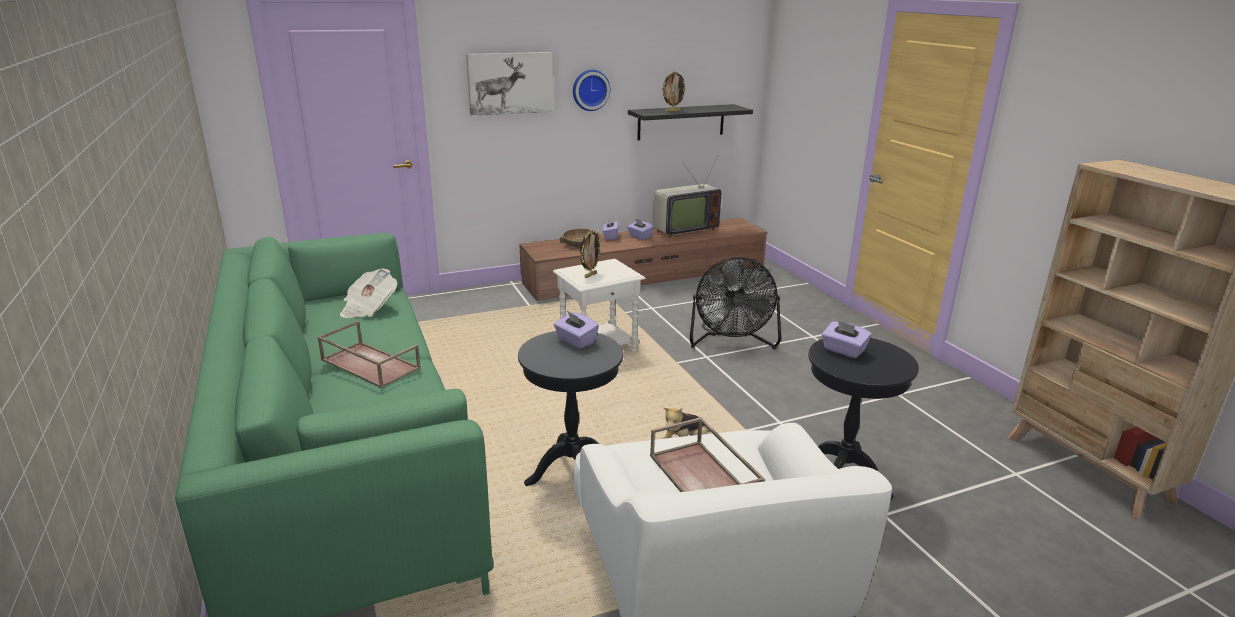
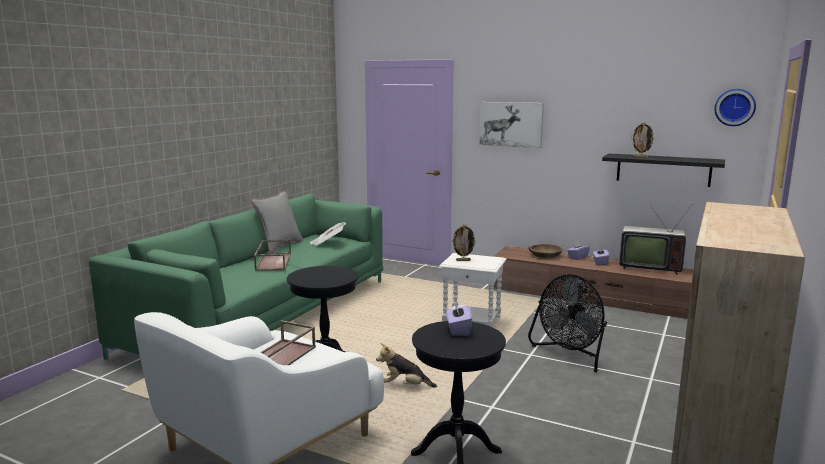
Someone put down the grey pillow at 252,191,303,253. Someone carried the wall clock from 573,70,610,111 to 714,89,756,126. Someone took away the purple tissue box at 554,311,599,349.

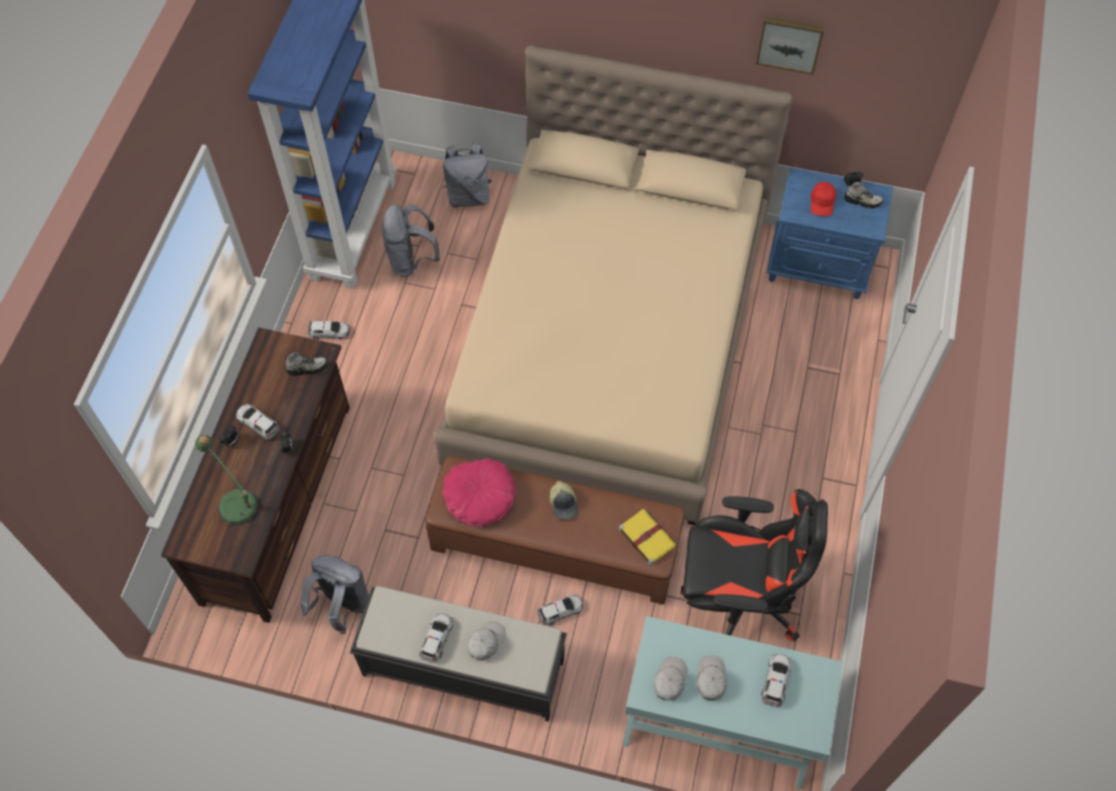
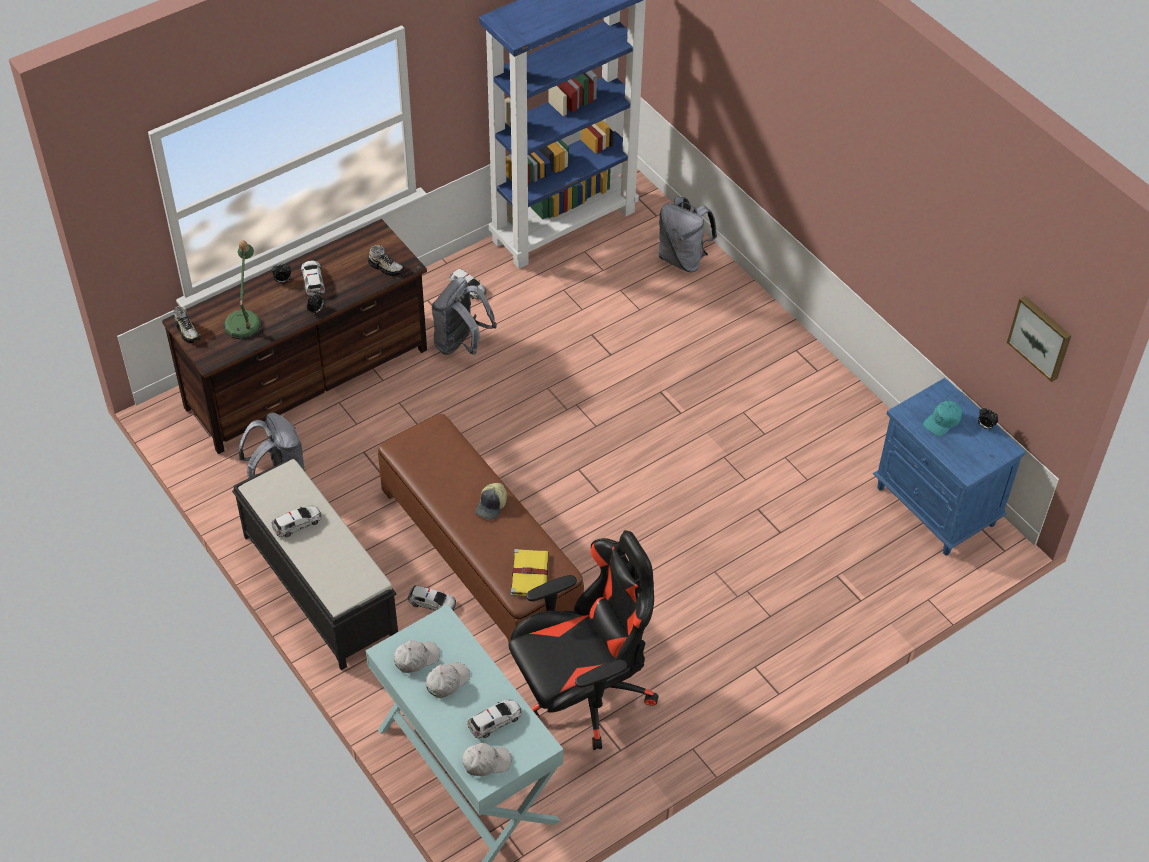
Someone carried the shoe from 844,182,884,208 to 174,306,200,343. Someone carried the grey backpack from 382,204,440,277 to 432,277,497,355. Someone carried the white cap from 468,621,506,661 to 462,743,511,776. Someone rotated the black office chair at 681,489,828,642 by 75 degrees counterclockwise. Someone repainted the red cap at 811,182,836,217, which became the turquoise cap at 923,401,962,436. Someone carried the picture from 756,16,825,75 to 1007,296,1072,382. Someone took away the beige bed at 434,45,792,525. Someone took away the pink pillow at 442,458,516,527.

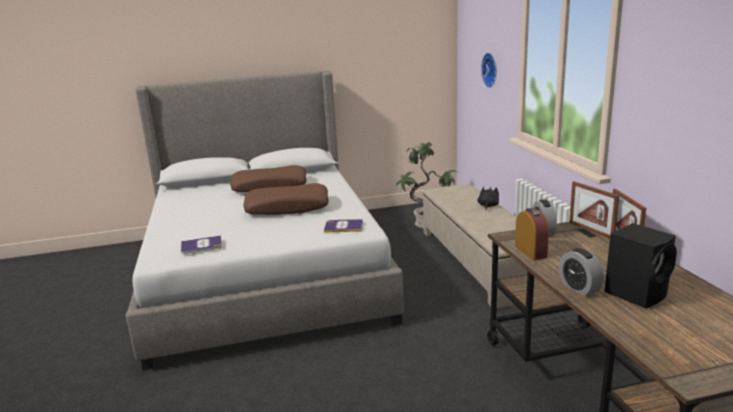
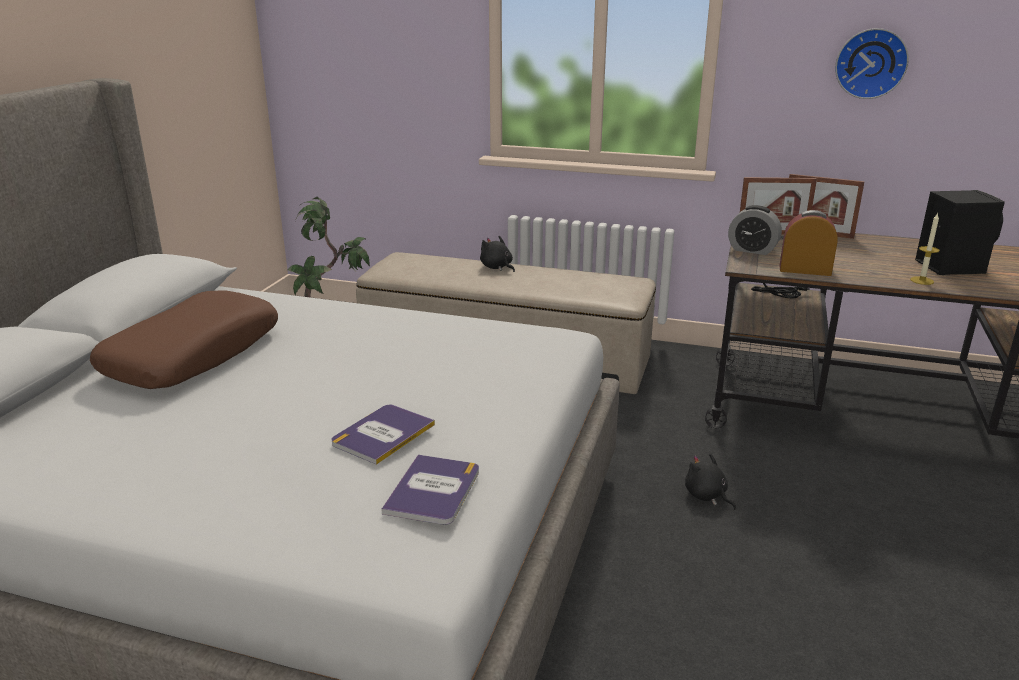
Someone carried the book from 324,219,363,233 to 331,405,435,465. Someone put down the black plush toy at 685,453,736,510. Someone carried the wall clock from 481,53,497,88 to 835,28,909,99. Someone swapped the alarm clock at 559,248,604,296 for the candle at 910,213,940,285. Someone took away the brown pillow at 243,183,329,215.

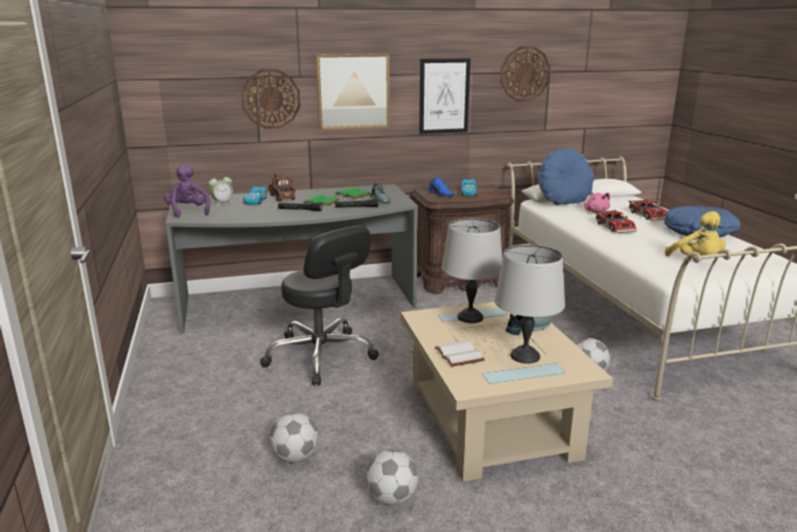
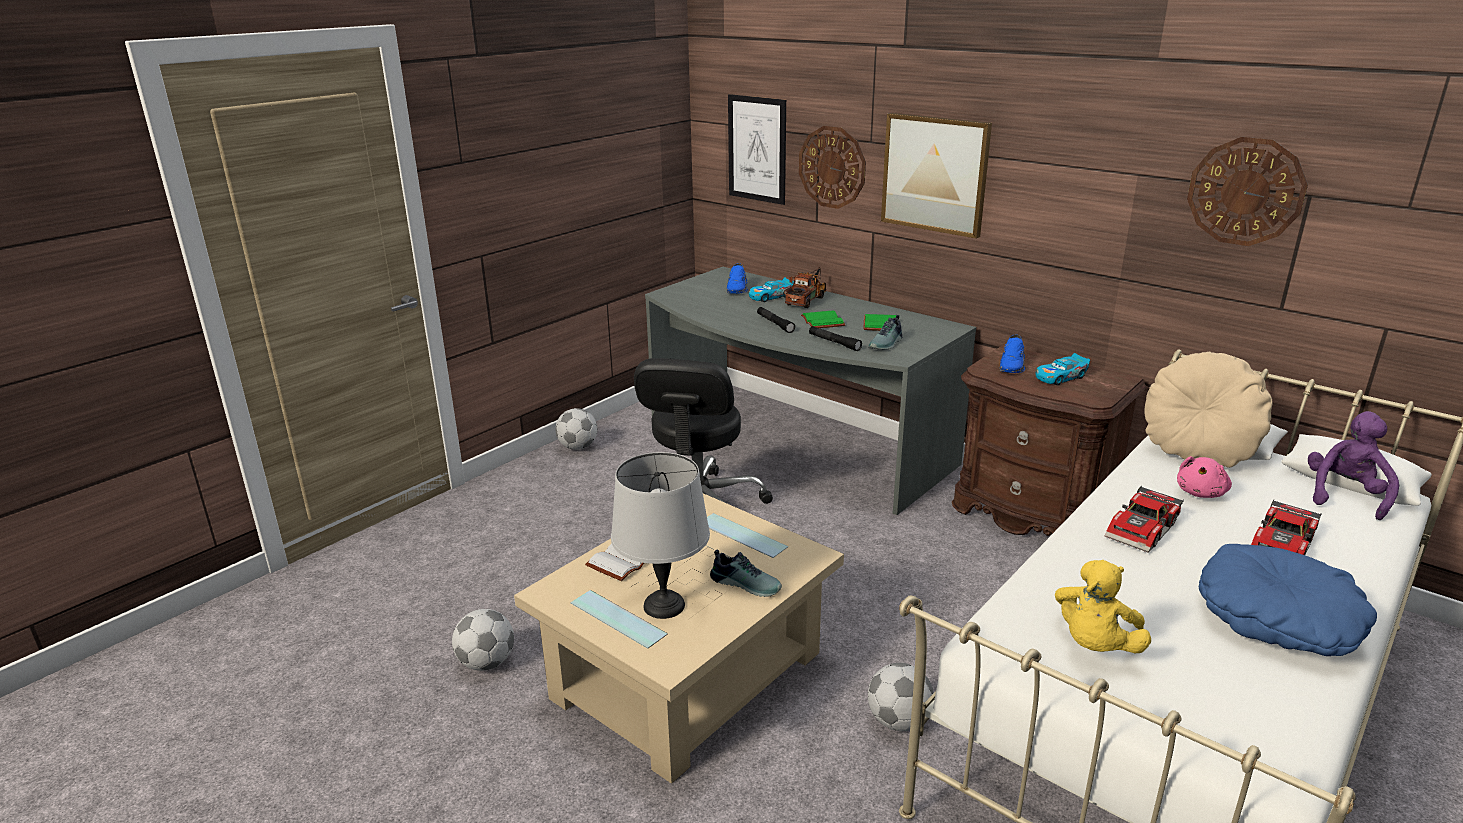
Someone carried the football from 270,413,318,462 to 555,408,597,450. Someone swapped the alarm clock at 208,174,233,206 for the blue shoe at 727,263,748,294. Someone carried the picture from 419,58,471,134 to 728,94,786,205. Someone repainted the blue pillow at 538,148,595,205, which became the beige pillow at 1144,352,1272,468. Someone carried the purple plush toy from 164,164,210,218 to 1308,411,1399,520. Someone took away the grey table lamp at 442,218,503,323.

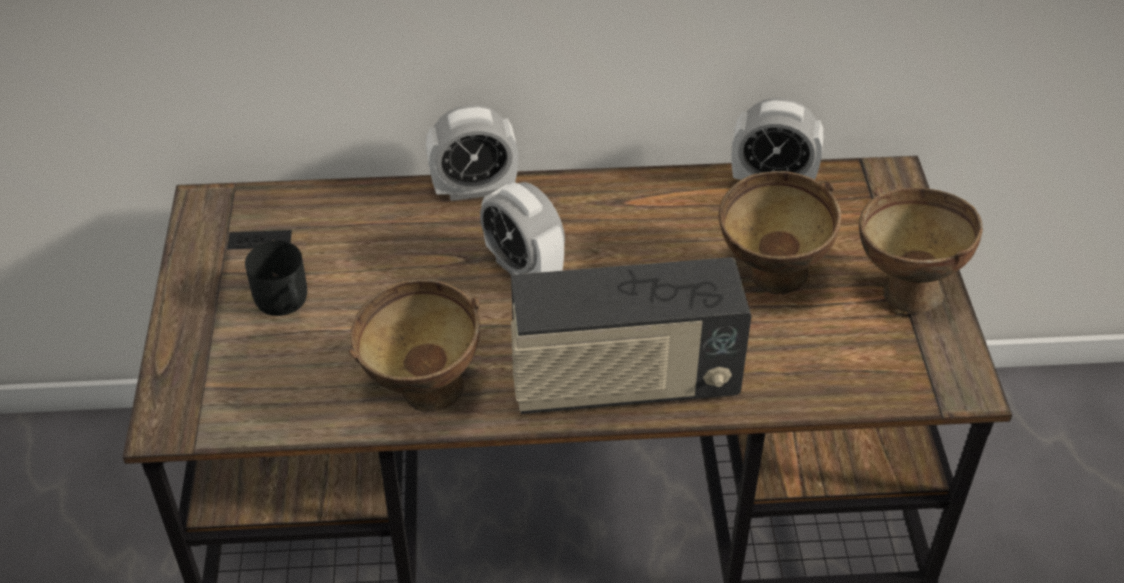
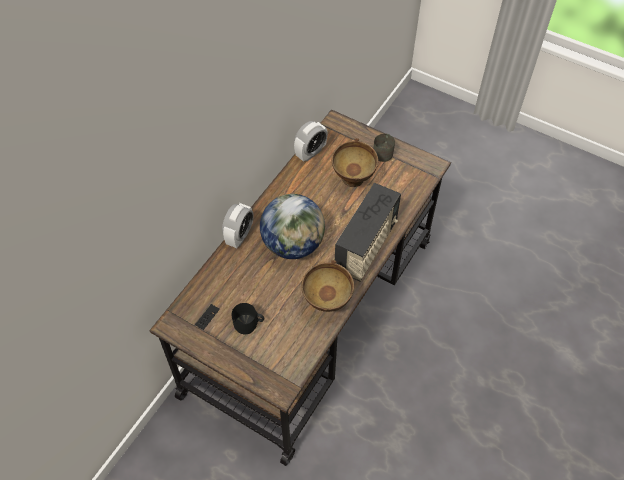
Someone swapped the alarm clock at 480,182,565,275 for the globe at 260,194,325,259. Someone swapped the brown bowl at 859,187,983,314 for the grey mug at 373,134,395,162.

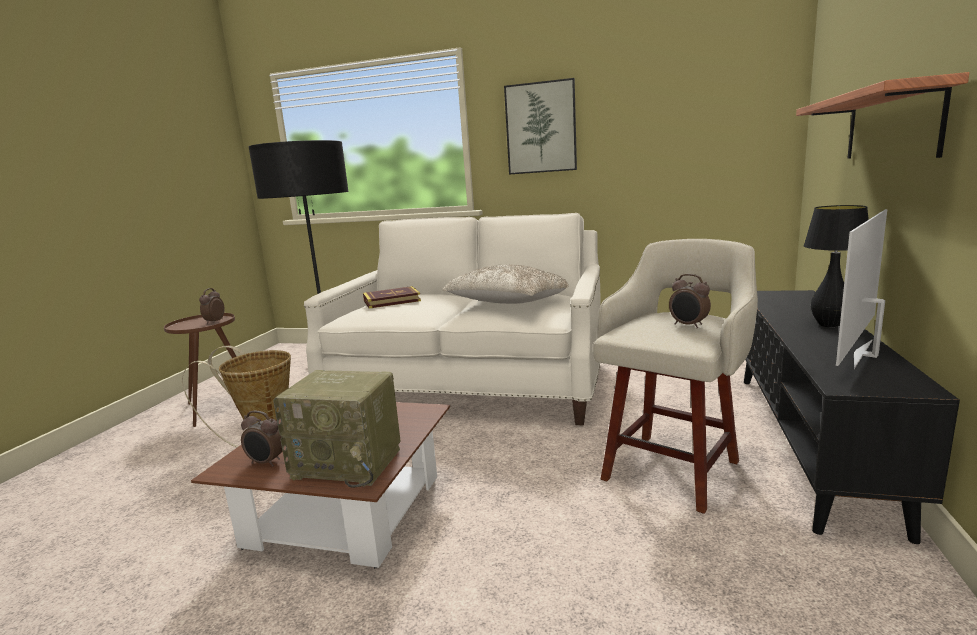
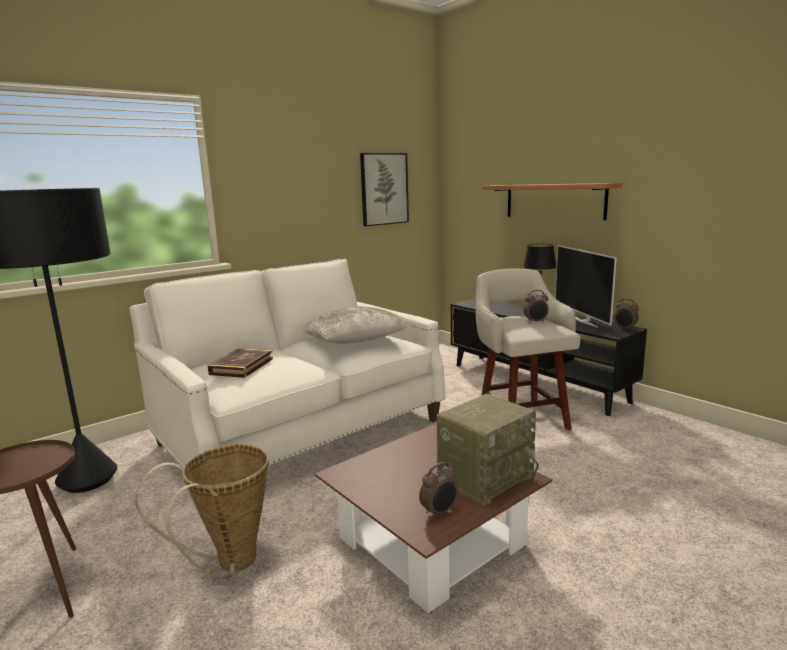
Someone carried the picture from 504,78,577,175 to 360,153,409,226. Someone carried the alarm clock from 199,288,225,324 to 614,299,639,331.

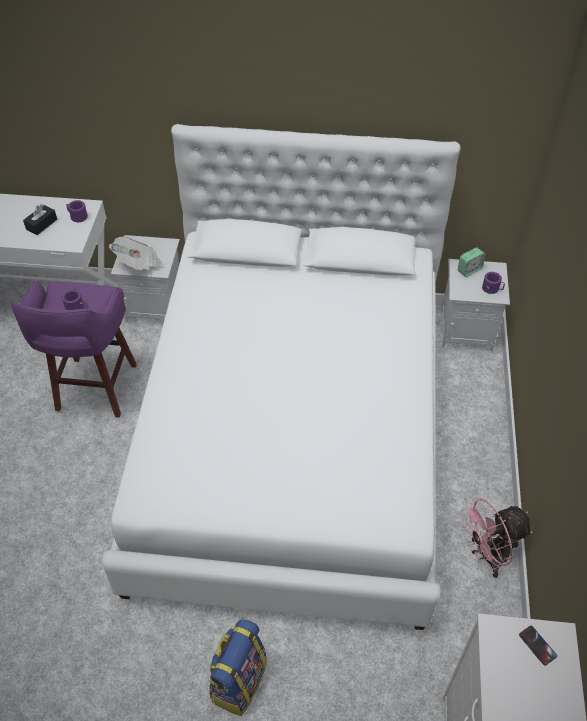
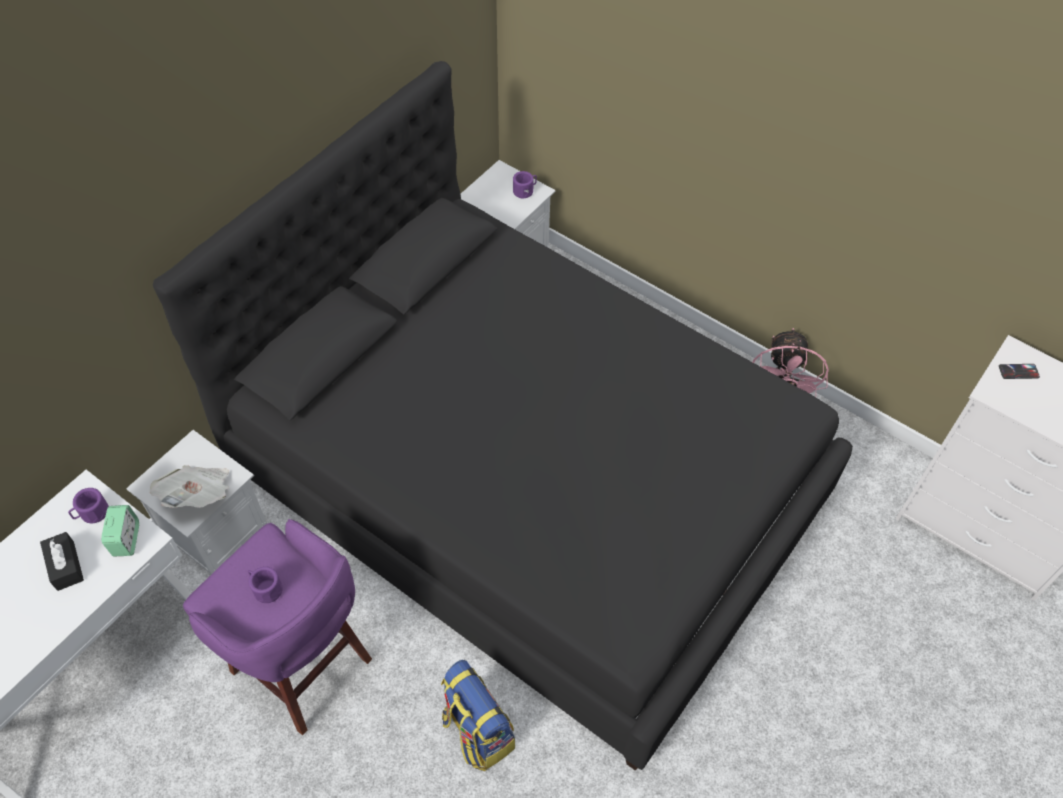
Someone carried the alarm clock from 458,247,485,277 to 101,505,139,557. Someone repainted the white bed at 102,124,461,630, which became the black bed at 153,61,853,771. Someone carried the backpack from 208,619,267,716 to 441,660,515,771.

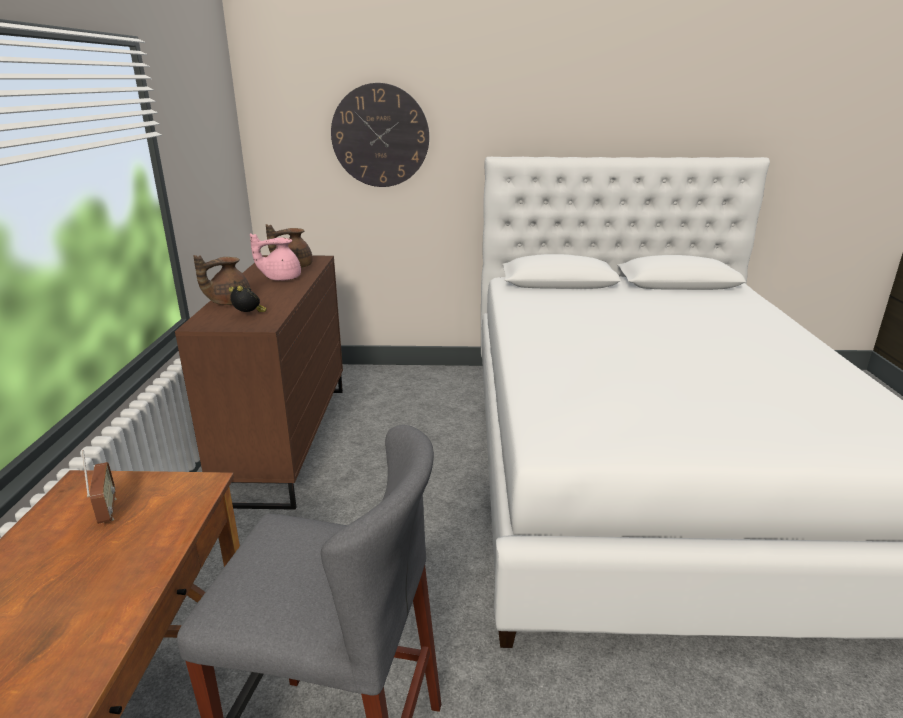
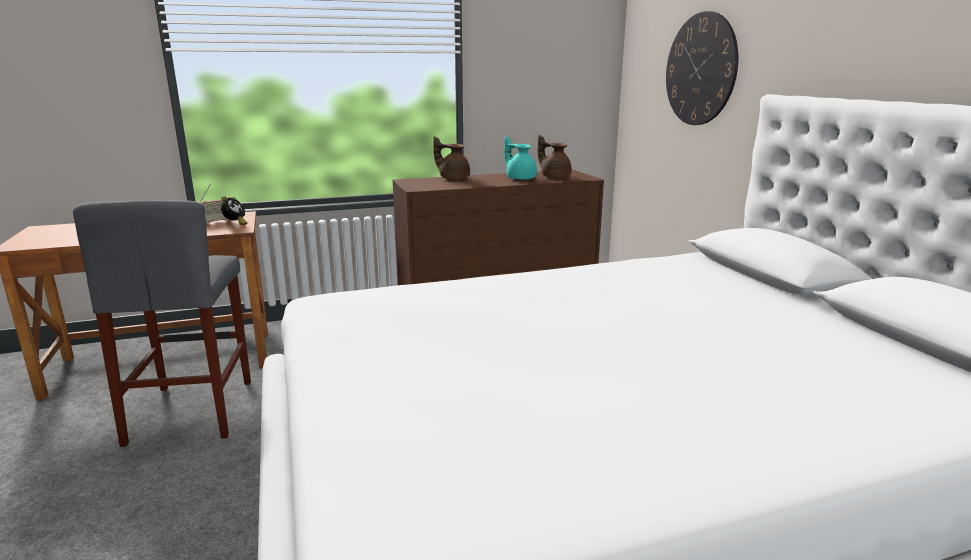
Someone carried the alarm clock from 229,286,267,312 to 221,196,247,225. Someone repainted the pink teapot at 250,233,301,281, which became the turquoise teapot at 504,136,537,180.

